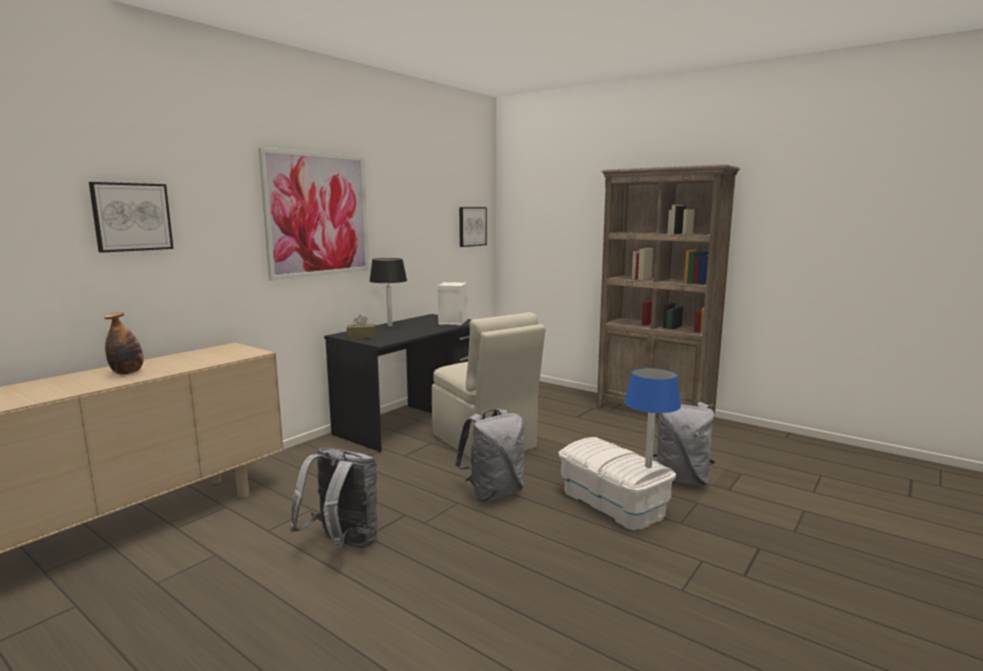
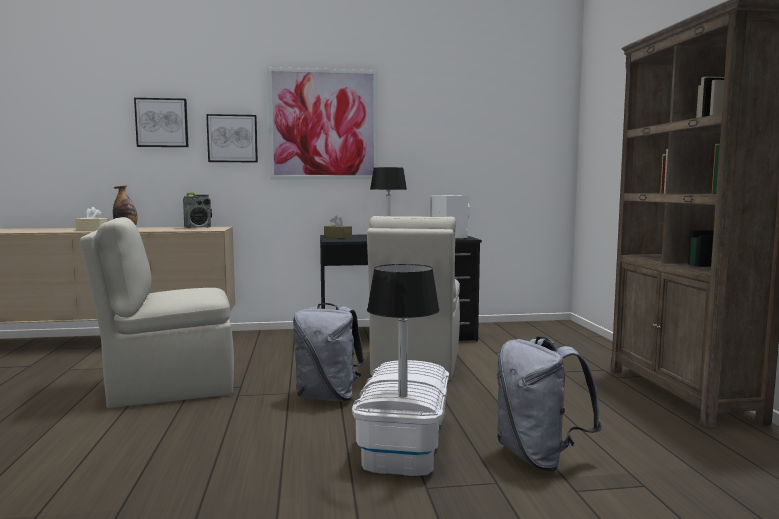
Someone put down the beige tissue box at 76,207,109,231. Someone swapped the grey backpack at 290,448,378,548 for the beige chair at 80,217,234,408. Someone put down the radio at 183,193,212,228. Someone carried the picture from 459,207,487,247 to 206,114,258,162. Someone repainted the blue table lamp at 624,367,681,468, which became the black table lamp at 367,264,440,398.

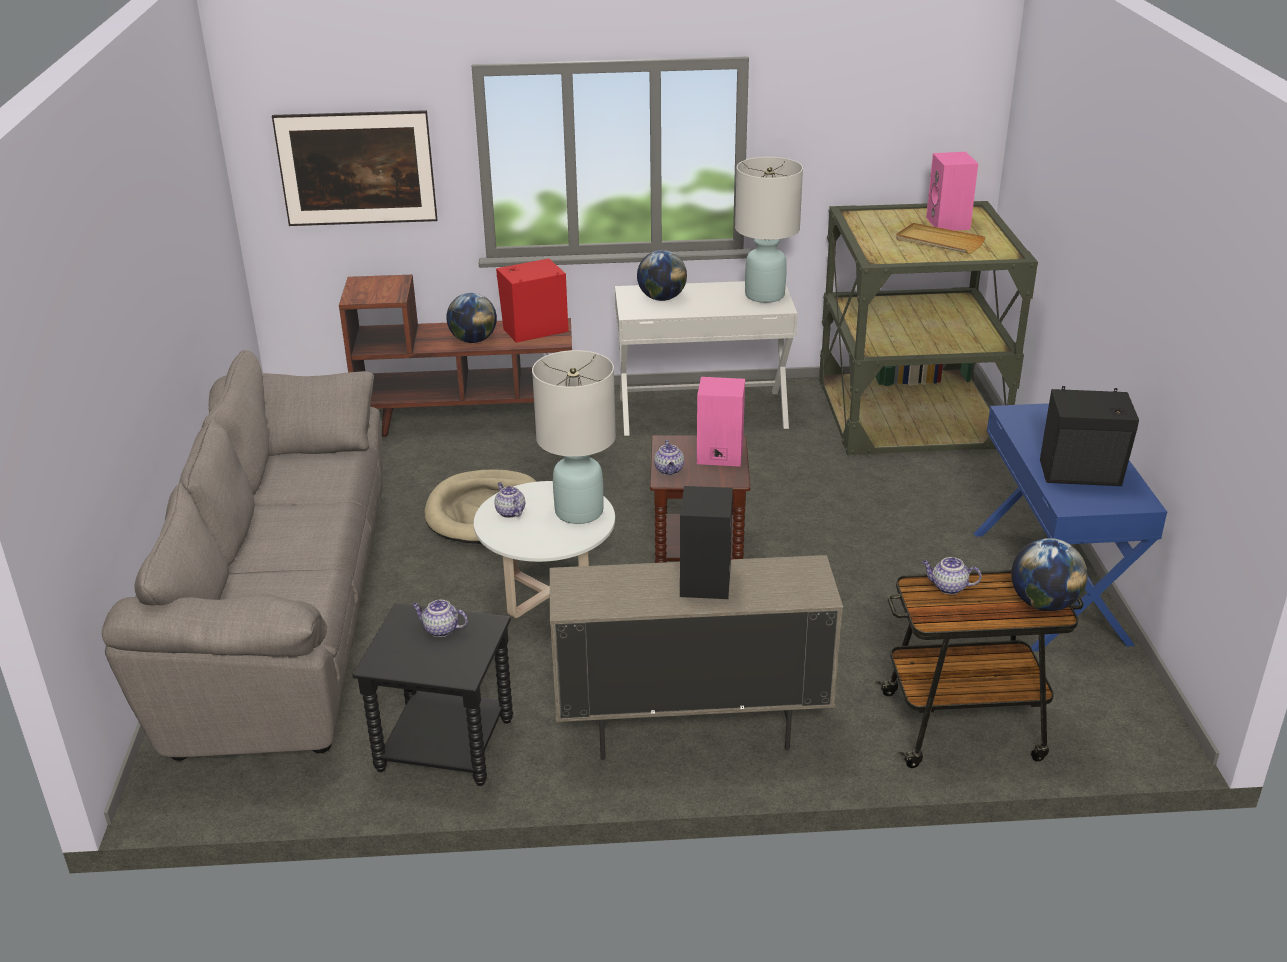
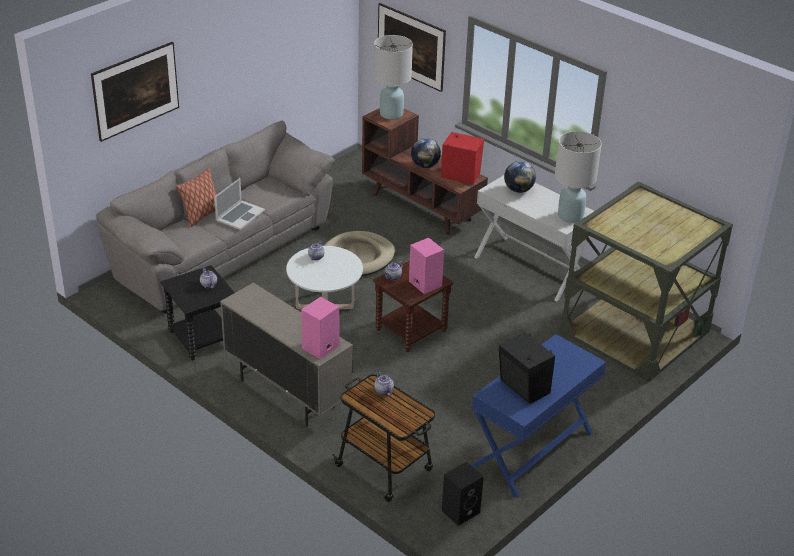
Someone put up the picture at 91,42,179,142. Someone put down the pillow at 176,168,217,227. Someone put down the laptop at 214,178,265,230. Someone carried the pink speaker from 926,152,978,231 to 301,297,339,360. Someone carried the white table lamp from 532,350,616,524 to 374,35,413,120. Someone carried the black speaker from 680,486,733,599 to 442,462,484,526. Someone took away the beige tray at 896,223,986,254. Someone took away the globe at 1011,538,1087,611.

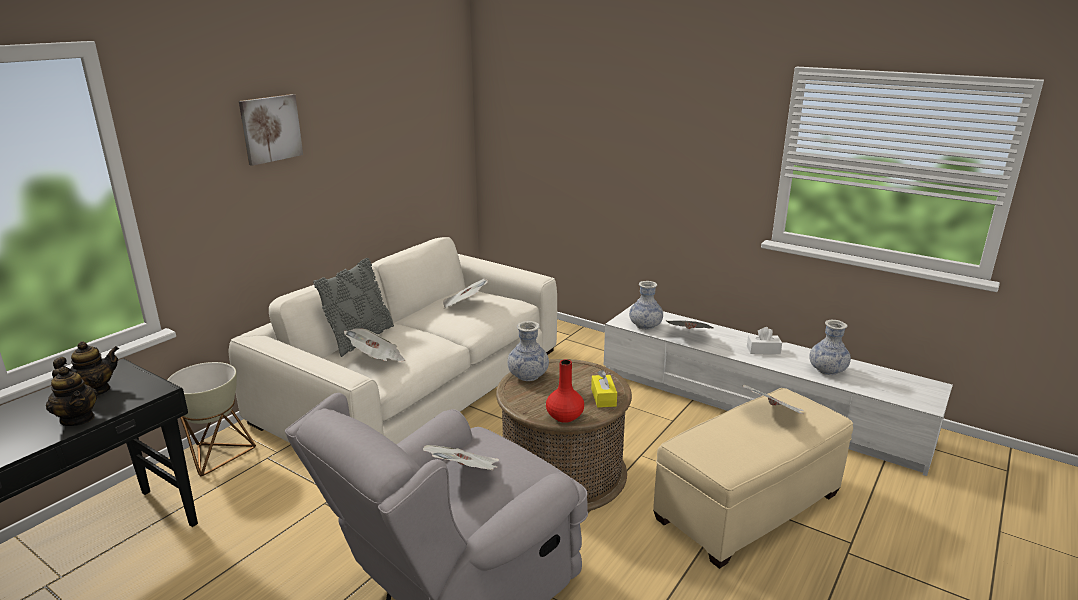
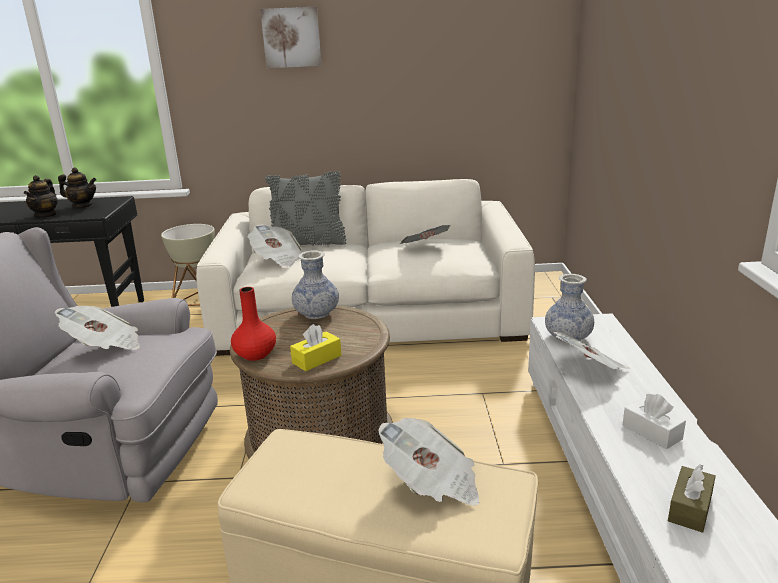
Someone swapped the vase at 809,320,851,375 for the brown tissue box at 668,464,716,533.

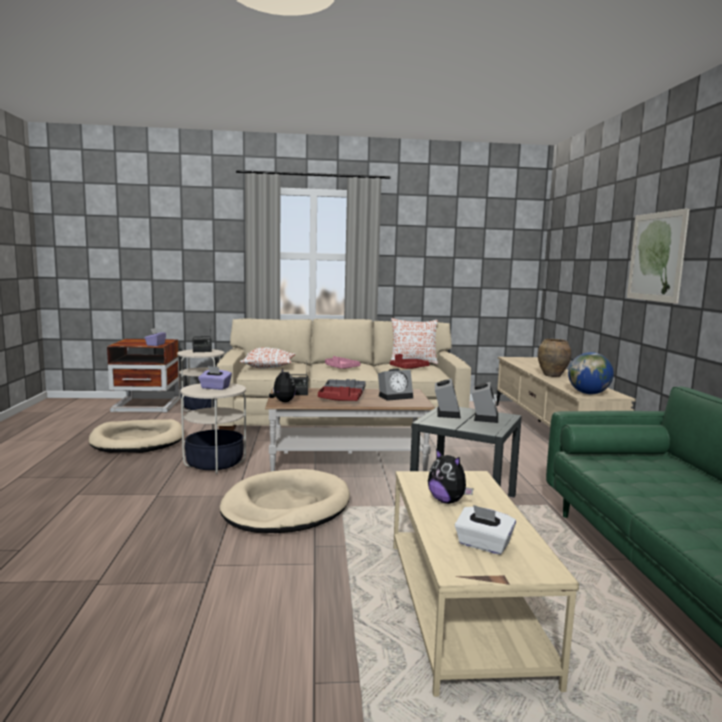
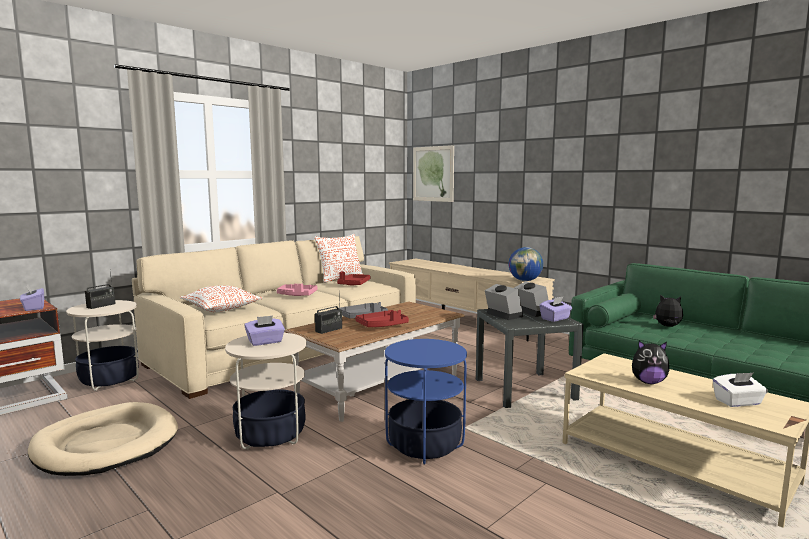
Someone swapped the beige dog bed at 220,469,350,533 for the blue side table at 385,339,467,464. Someone carried the picture from 627,208,690,304 to 413,145,454,202. Someone put down the purple tissue box at 540,296,572,322. Someone carried the plush toy from 269,368,296,402 to 653,294,683,327. Someone took away the alarm clock at 378,369,413,401. Someone took away the brown vase at 538,339,571,377.

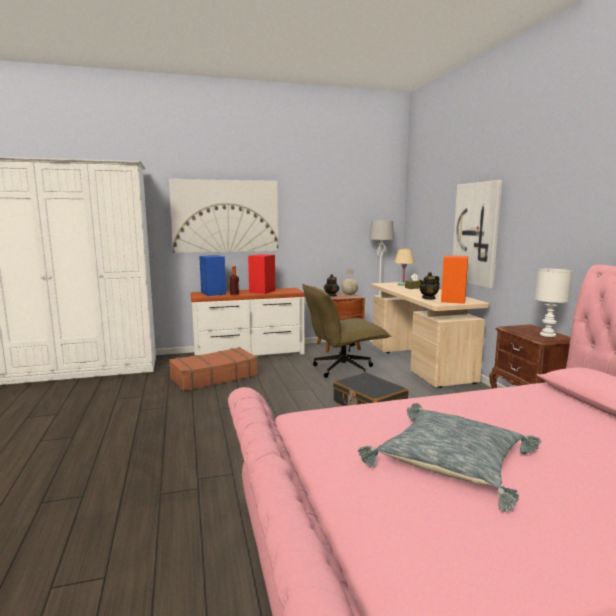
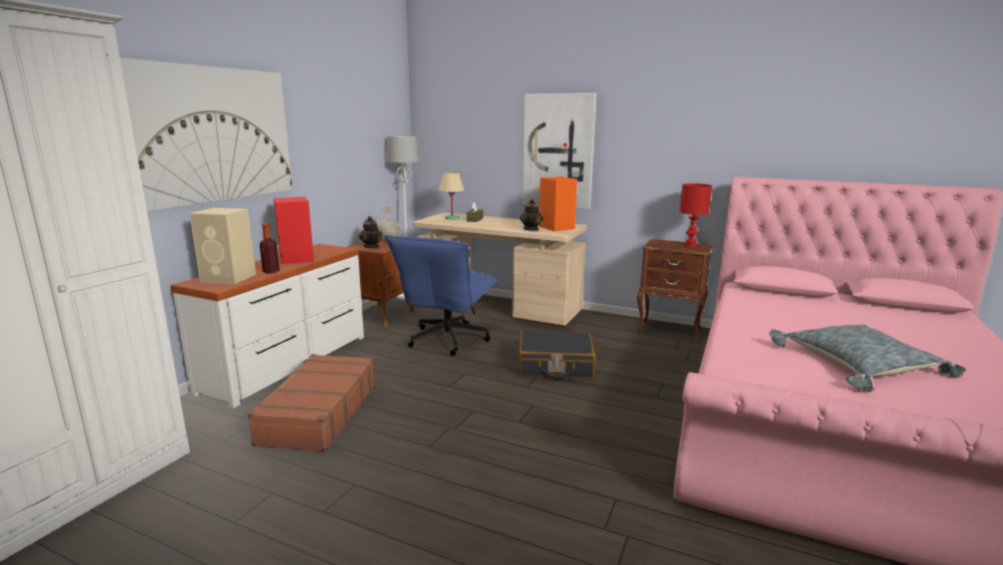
Someone repainted the blue speaker at 199,255,226,296, which became the beige speaker at 189,208,256,284. Someone repainted the beige office chair at 302,284,392,378, which became the blue office chair at 384,235,501,356. Someone repainted the white table lamp at 535,269,573,337, which became the red table lamp at 680,183,712,247.

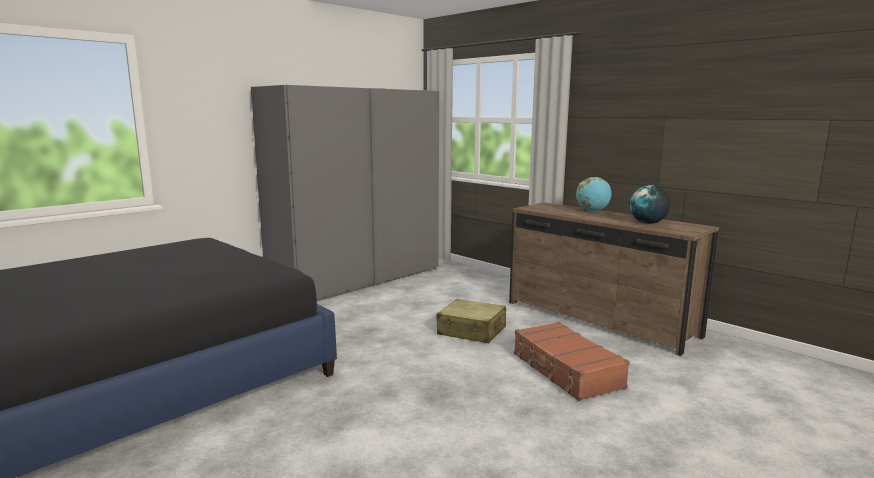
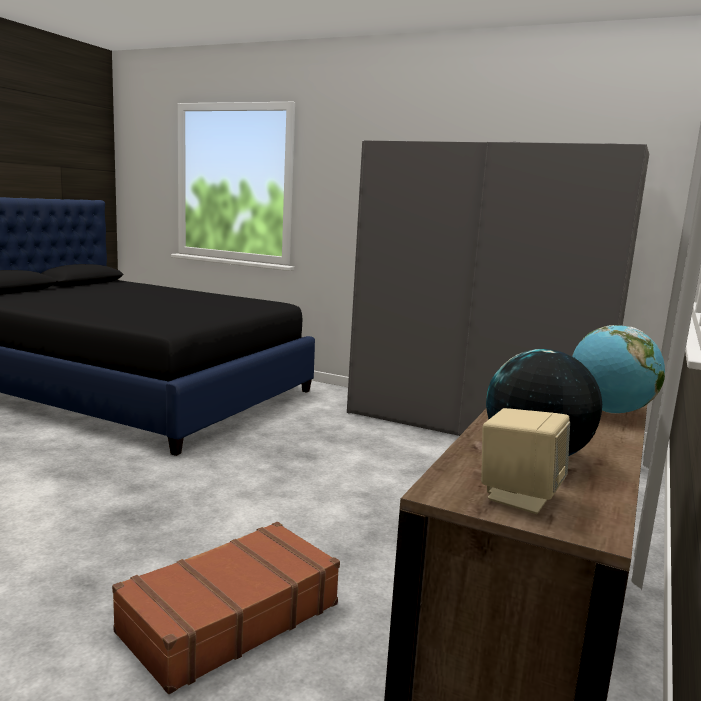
Someone put down the beige speaker at 481,408,570,514. Someone took away the beige suitcase at 436,299,506,343.

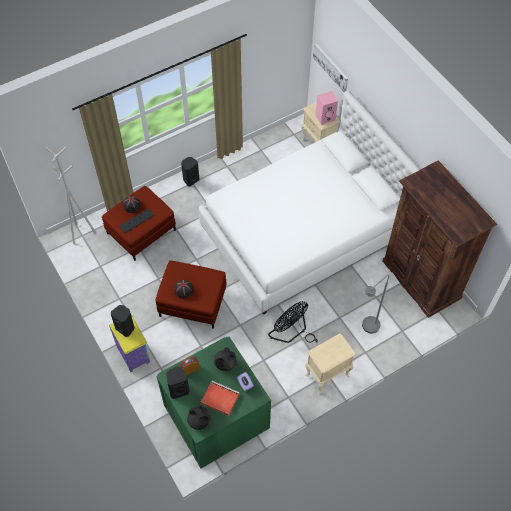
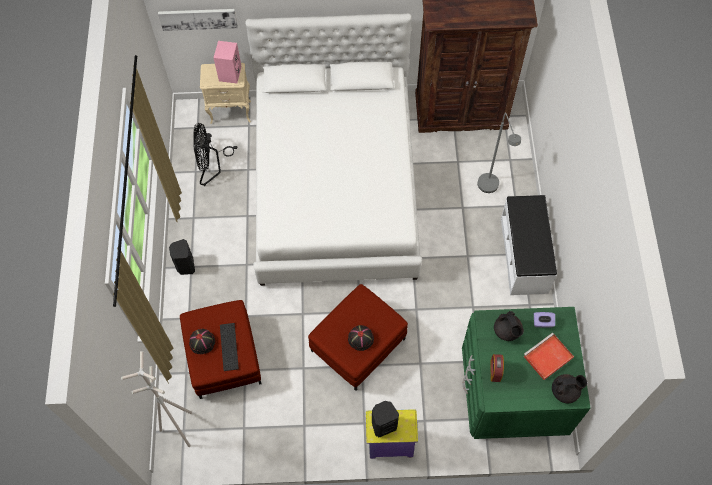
Someone carried the black fan from 268,301,318,343 to 193,123,237,186. Someone swapped the beige nightstand at 305,334,355,394 for the white bench at 501,195,557,295. Someone took away the black speaker at 166,367,190,399.

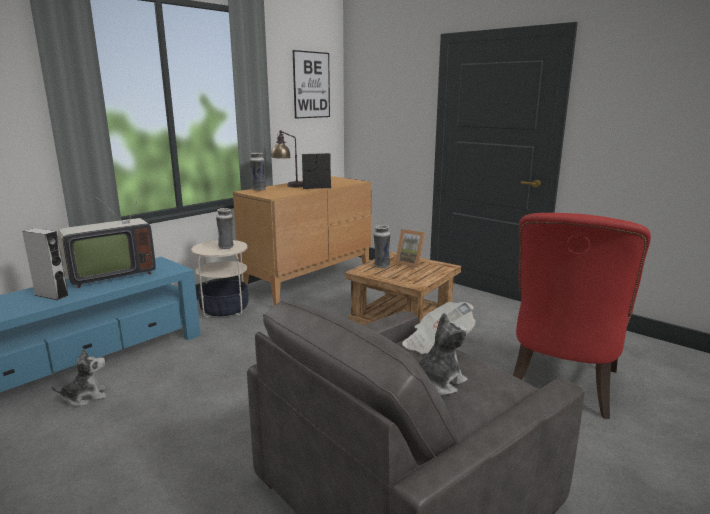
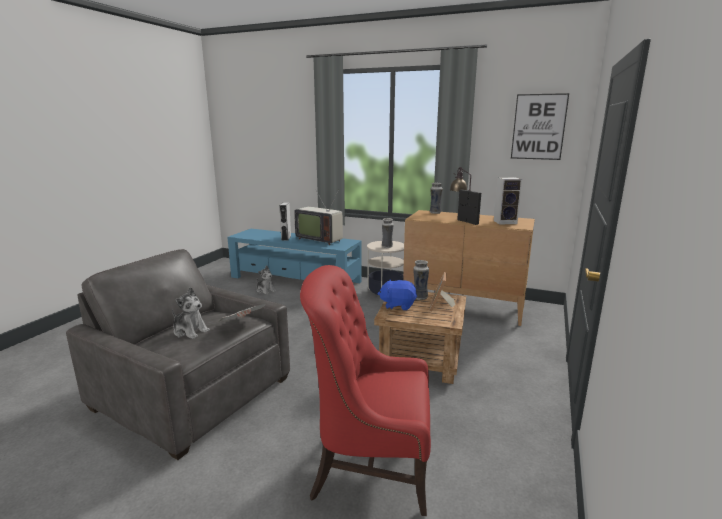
Someone put down the blue plush toy at 378,279,417,310. Someone put down the speaker at 494,177,522,224.

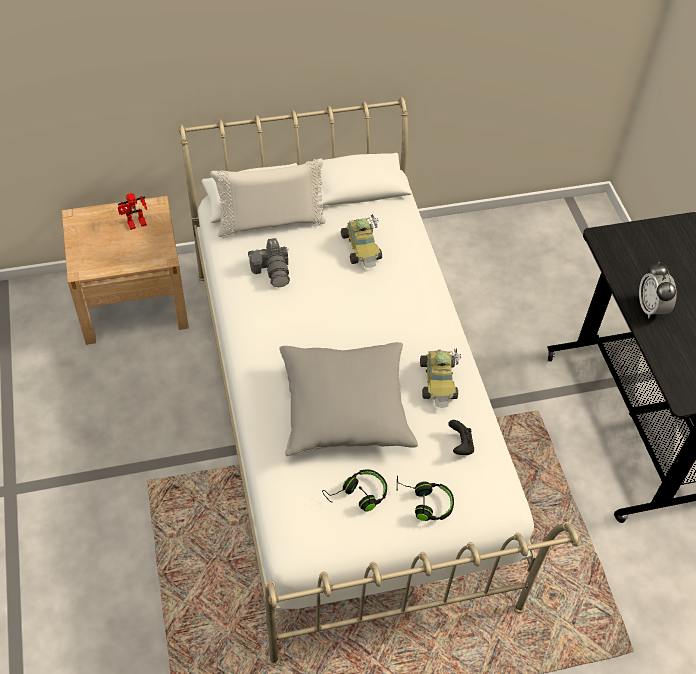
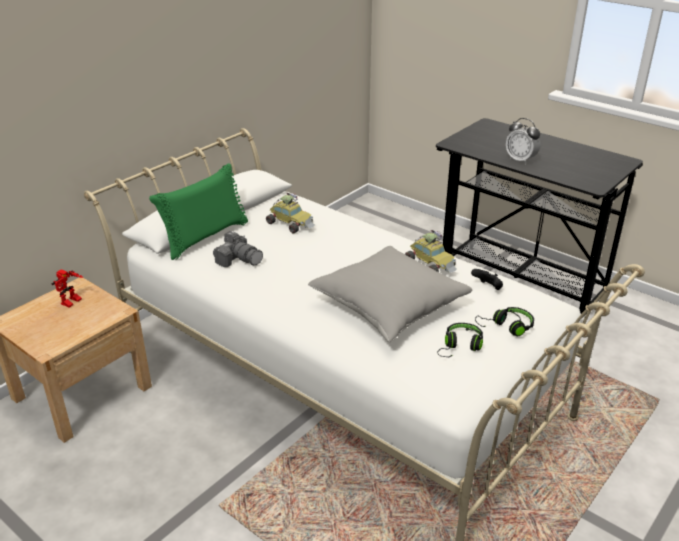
Someone repainted the white pillow at 210,159,326,238, which became the green pillow at 149,164,248,260.

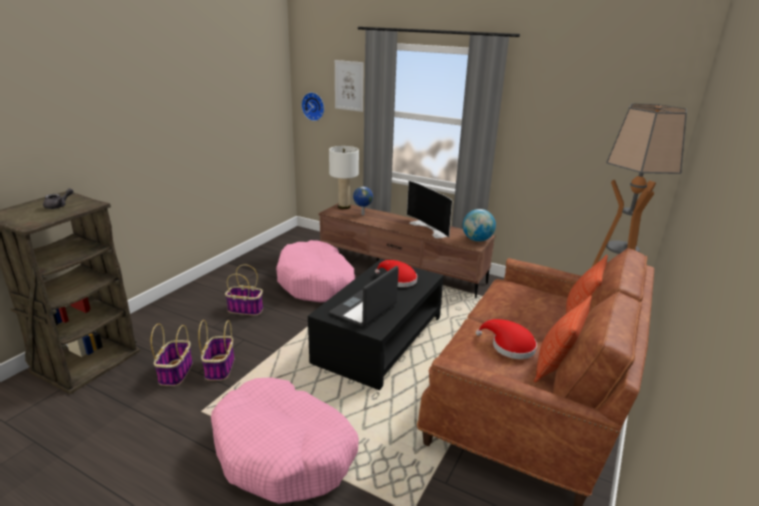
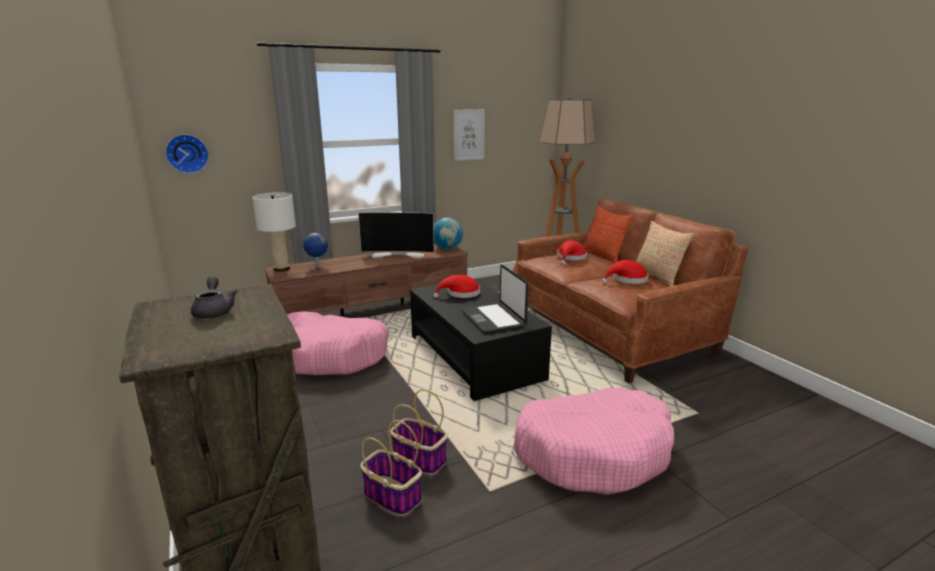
Someone carried the picture from 335,60,364,112 to 454,109,485,161. Someone put down the red hat at 557,240,587,265. Someone repainted the orange pillow at 534,295,592,383, which became the beige pillow at 636,221,694,286. Someone took away the basket at 225,264,263,316.

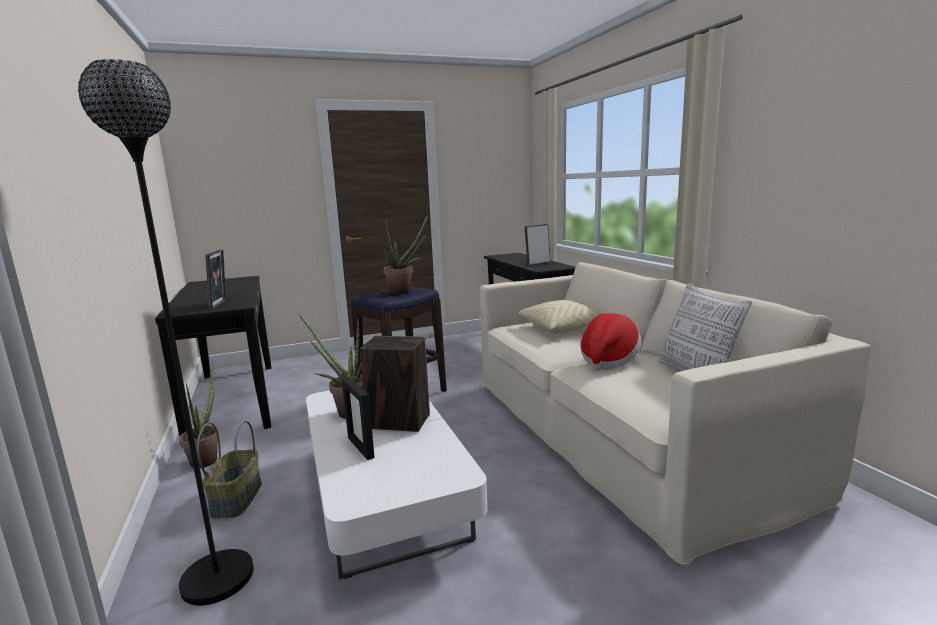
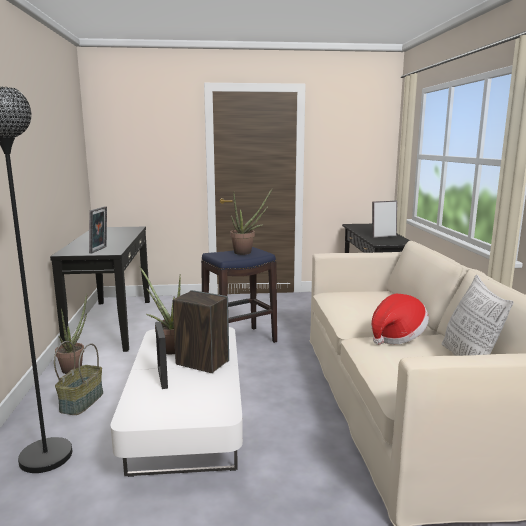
Someone took away the beige pillow at 518,300,601,334.

